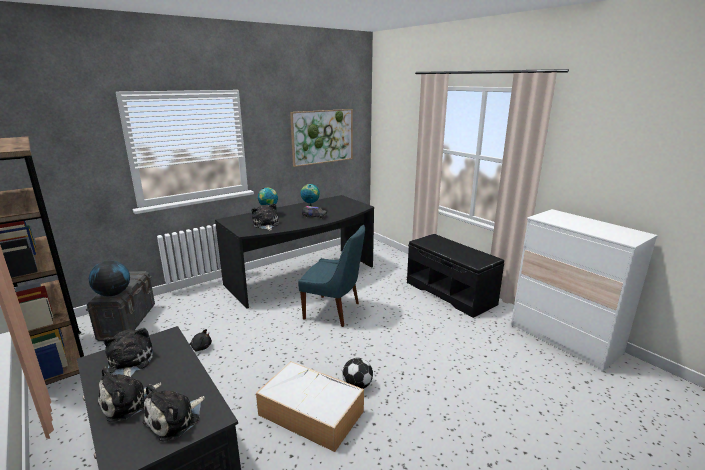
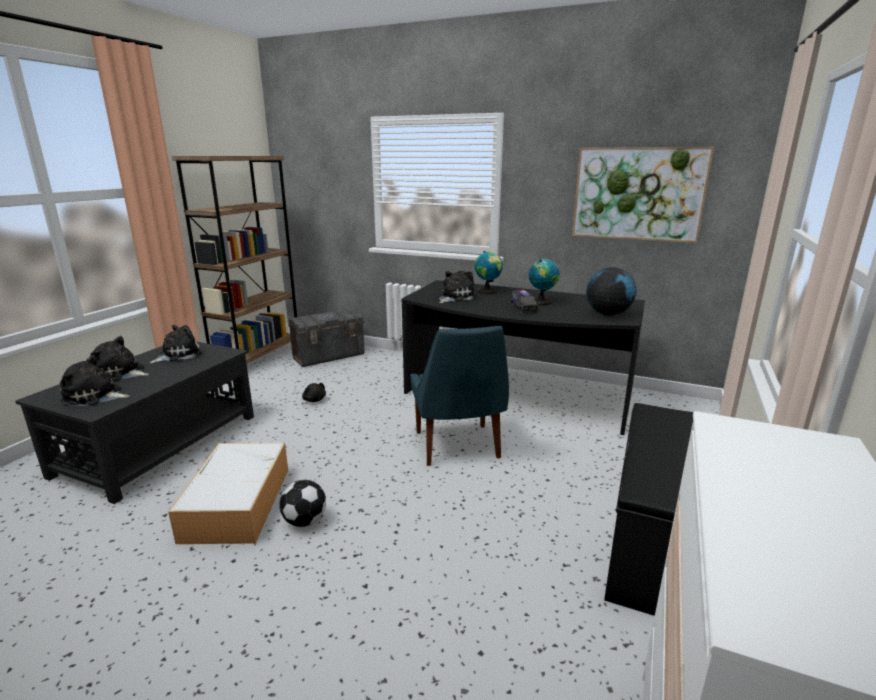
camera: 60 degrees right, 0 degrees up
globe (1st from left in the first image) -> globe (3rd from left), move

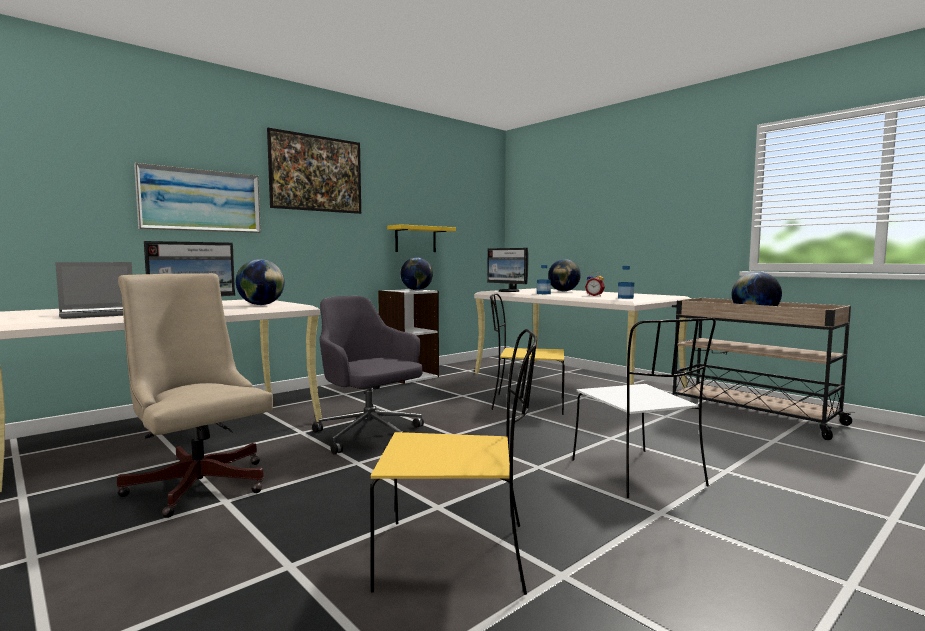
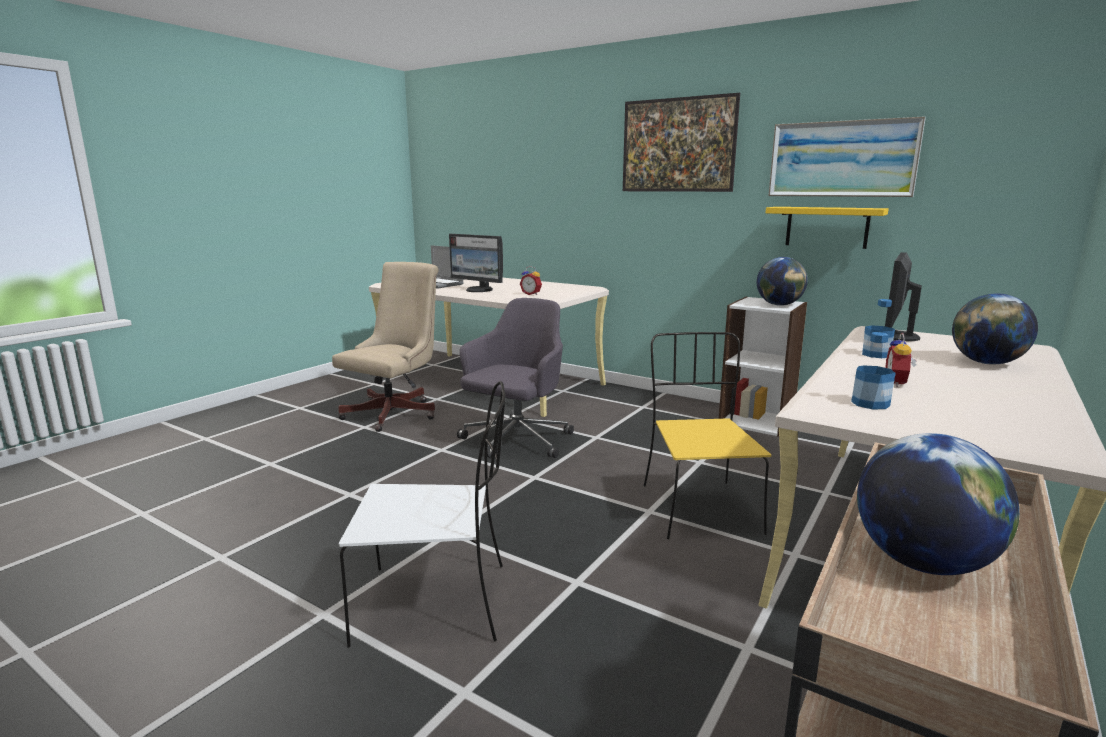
camera: 75 degrees right, 10 degrees up
chair (yellow) (1st from left) -> none
picture (1st from left in the first image) -> picture (2nd from left), move
globe (1st from left) -> alarm clock (1st from left)
chair (white), 150 degrees counterclockwise

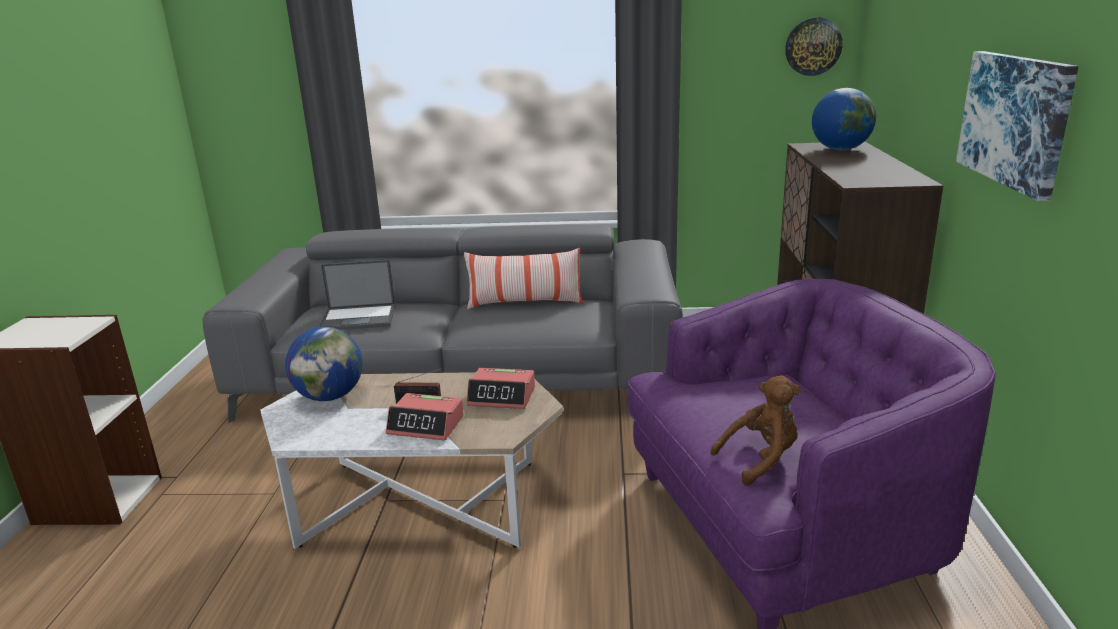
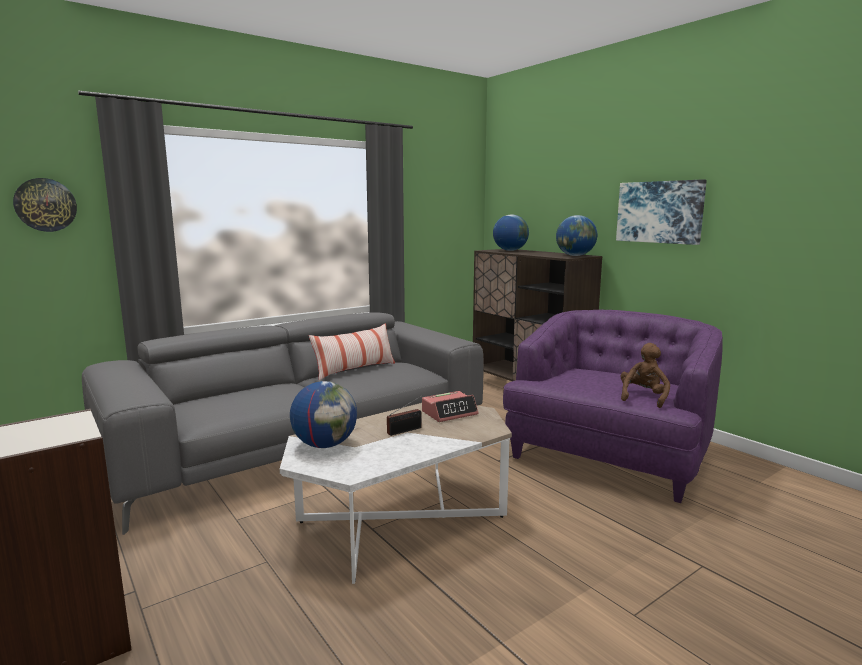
camera: 40 degrees left, 10 degrees down
laptop -> none
alarm clock (1st from left) -> none
none -> globe (3rd from left)
wall clock, move

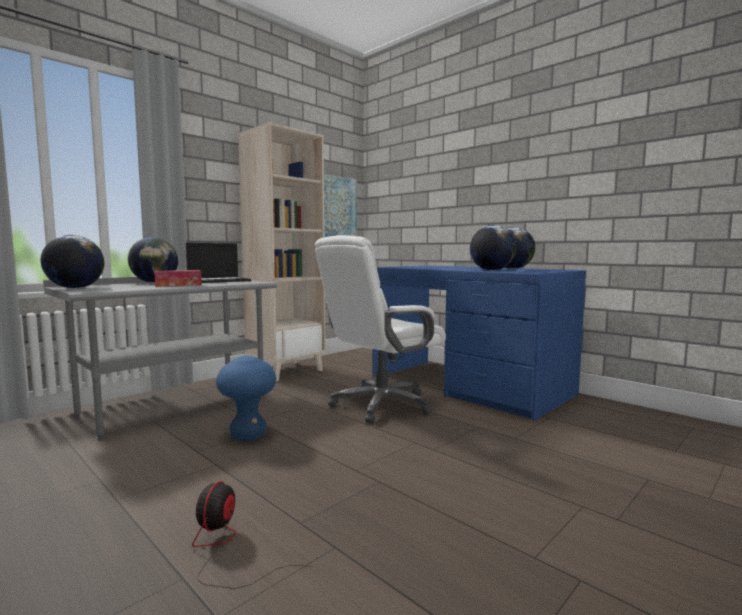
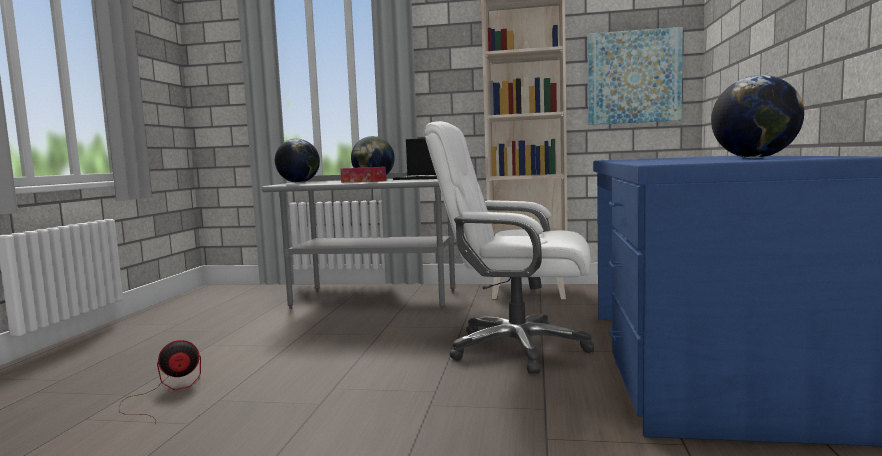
camera: 55 degrees right, 0 degrees up
stool (blue) -> none
globe (3rd from left) -> none

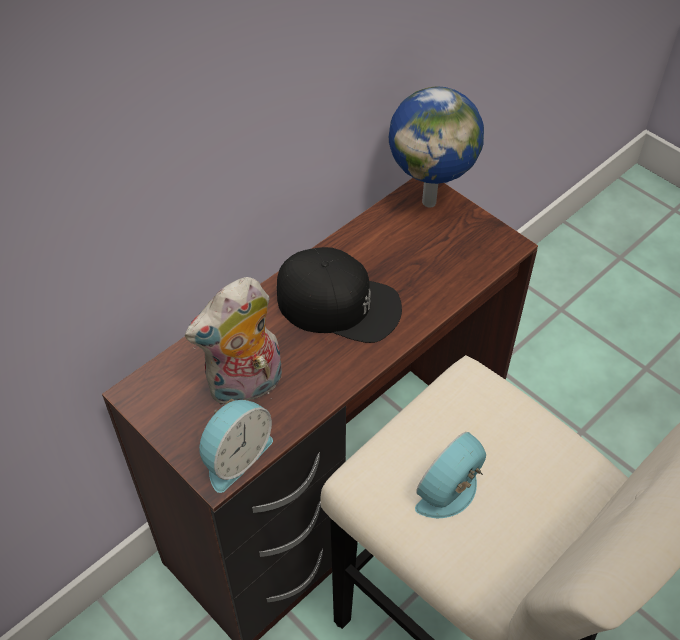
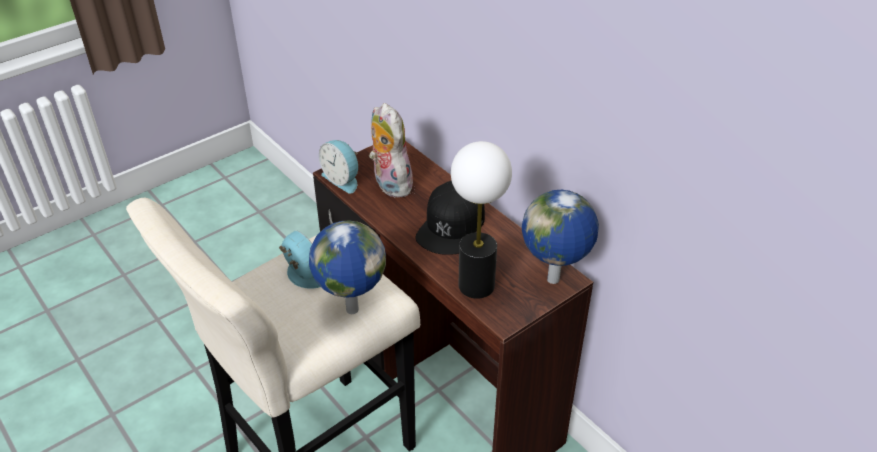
camera: 95 degrees right, 10 degrees down
none -> globe (1st from left)
none -> table lamp

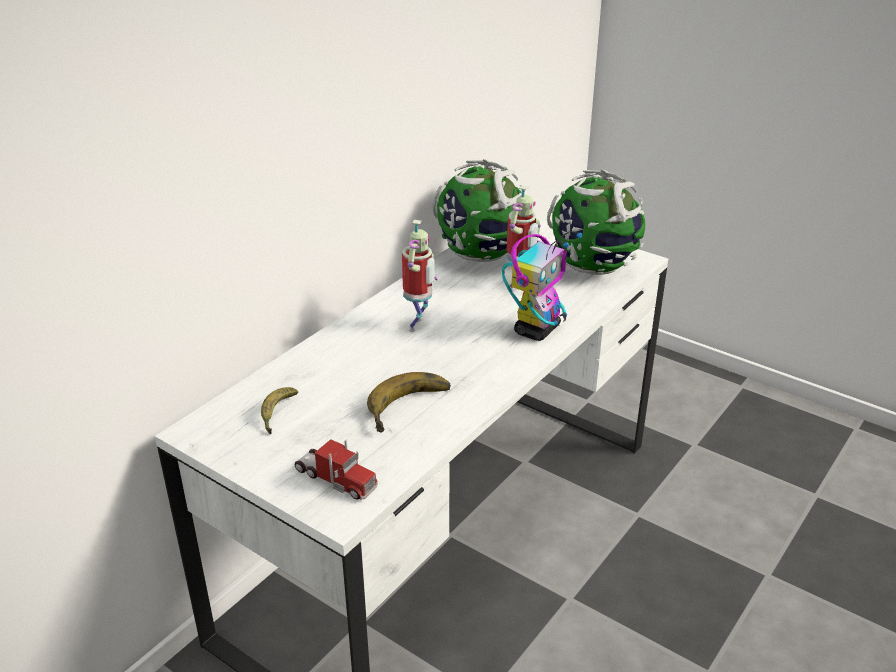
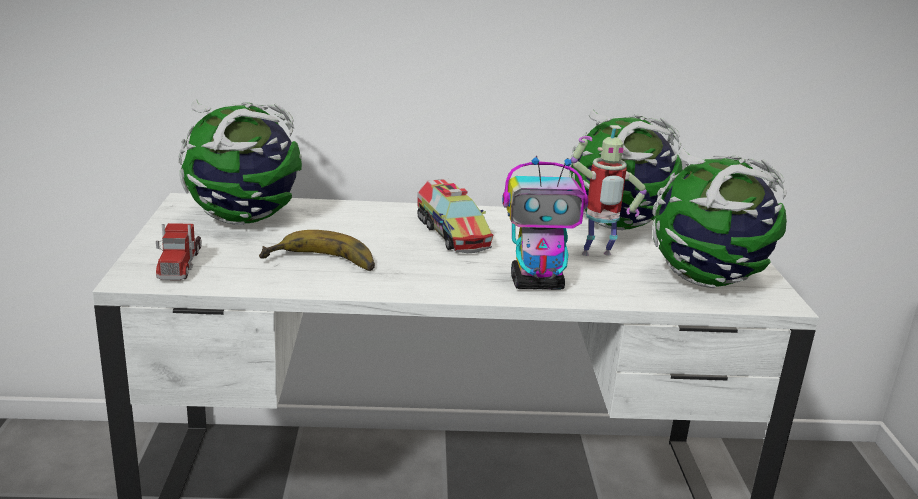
camera: 50 degrees right, 10 degrees down
banana (1st from left) -> globe (1st from left)
toy robot (1st from left) -> toy truck (2nd from left)

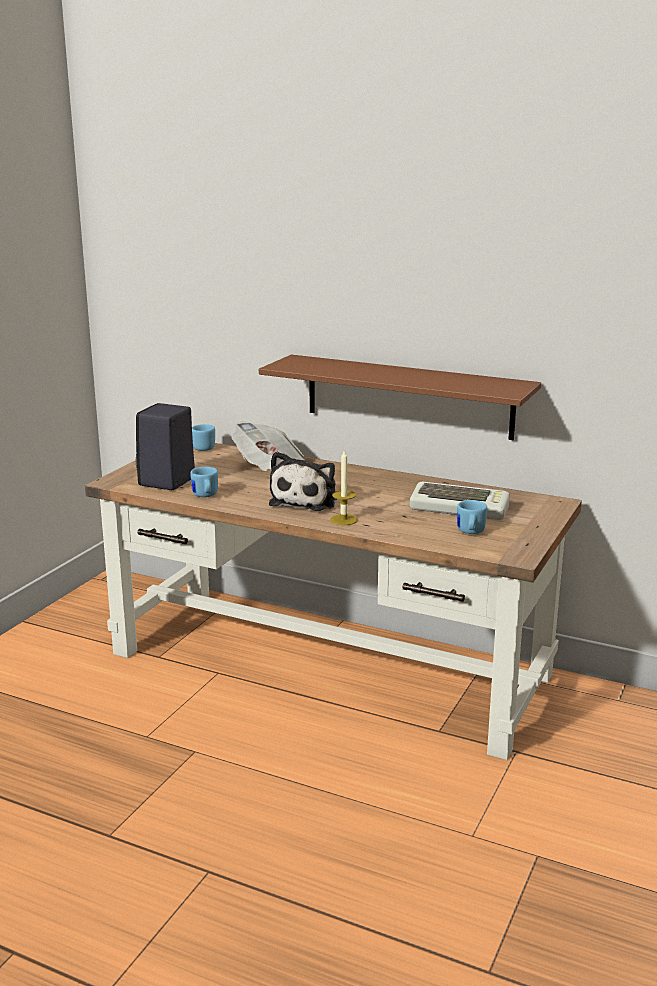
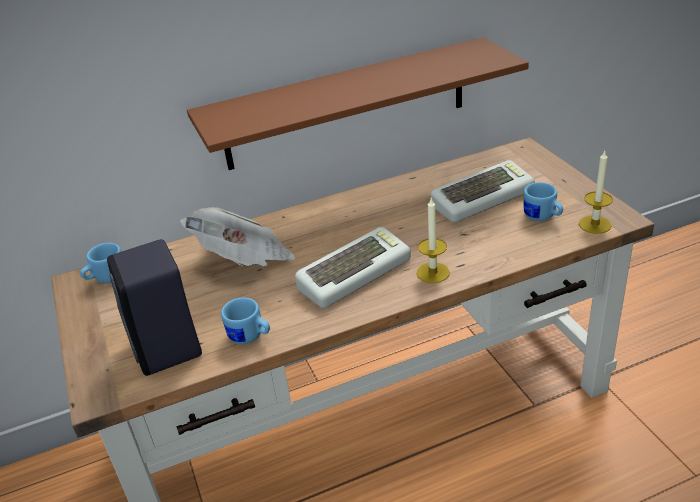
camera: 45 degrees left, 15 degrees up
none -> candle (2nd from left)
plush toy -> keyboard (1st from left)

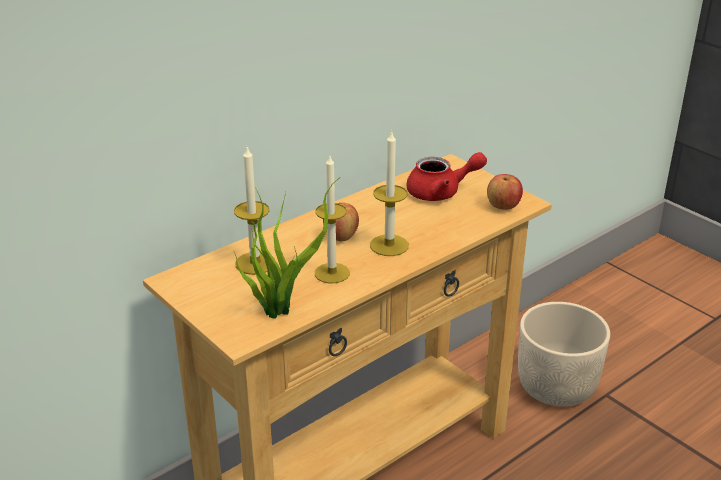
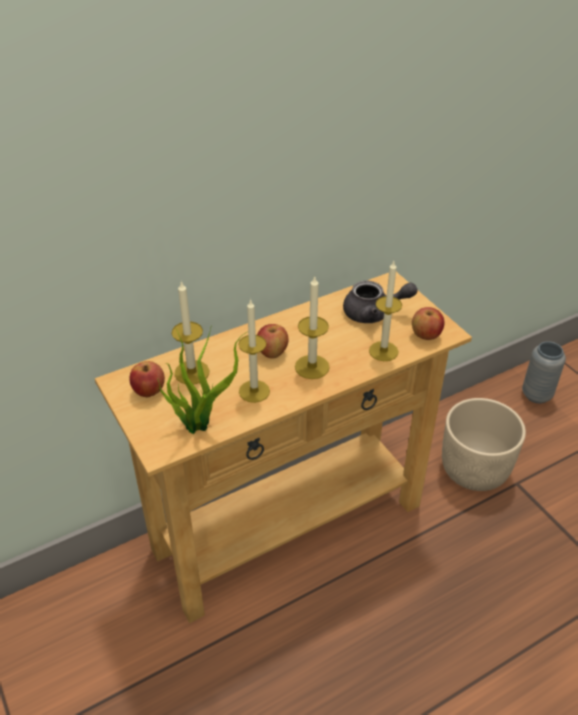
camera: 10 degrees right, 10 degrees up
none -> apple (1st from left)
none -> candle (4th from left)
none -> vase (grey)
teapot (red) -> teapot (grey)

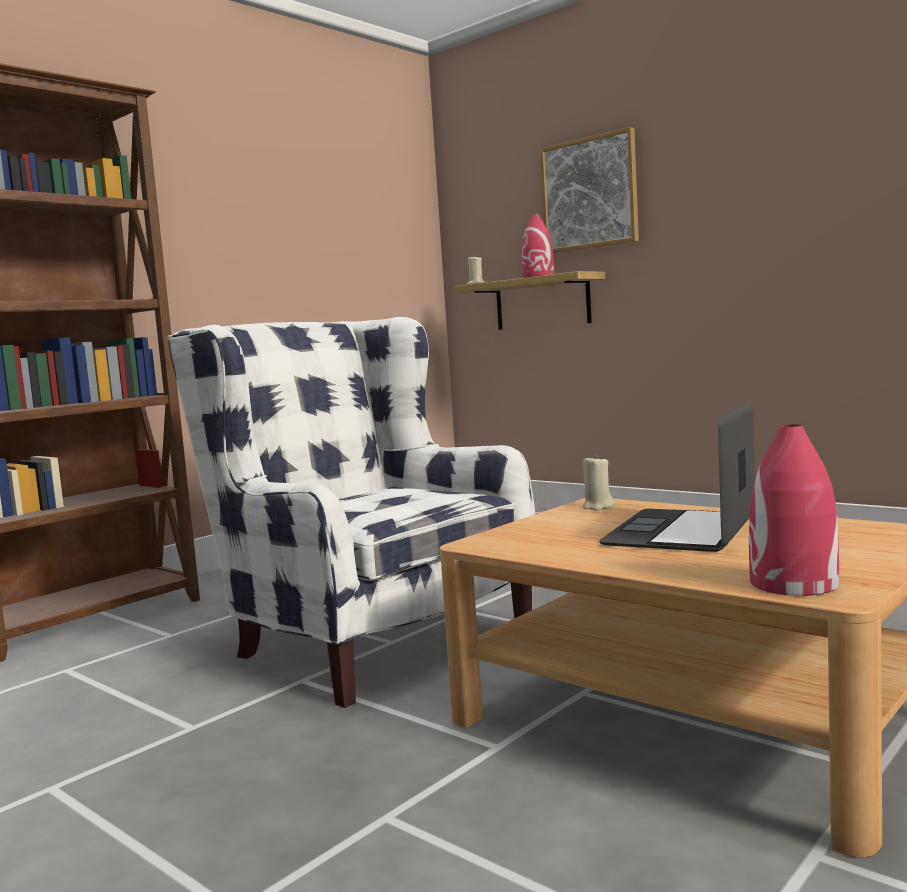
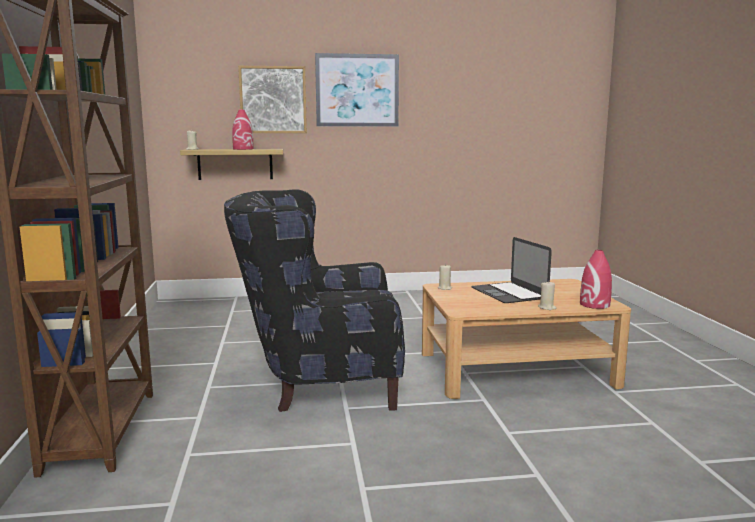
camera: 50 degrees left, 5 degrees up
none -> picture (2nd from left)
none -> candle (beige) (3rd from left)
armchair (white) -> armchair (black)

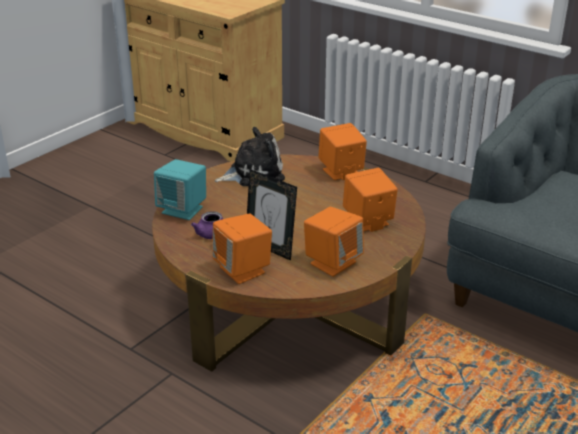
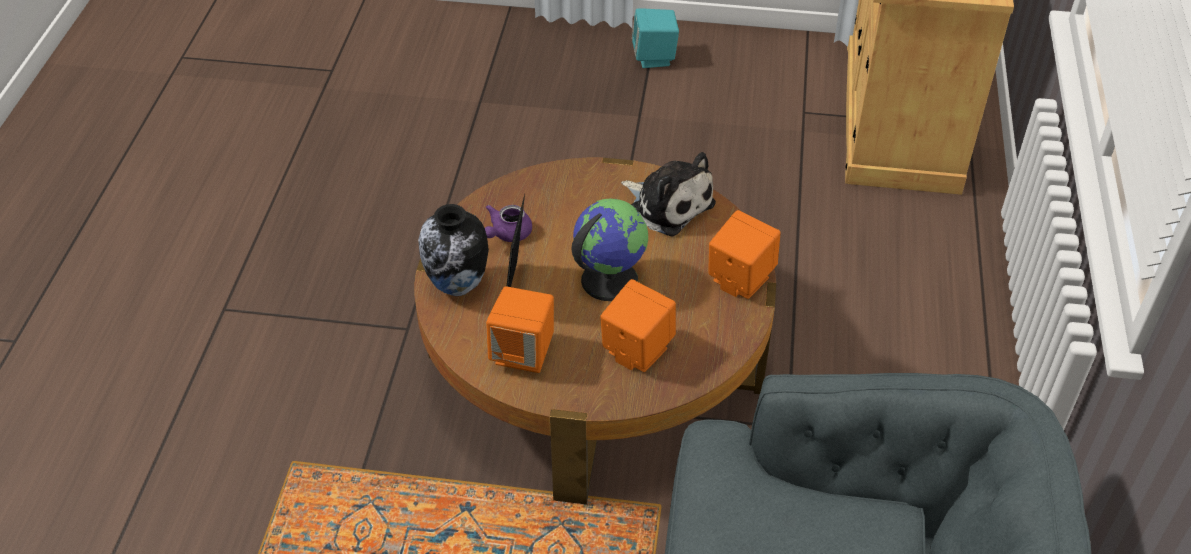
camera: 60 degrees right, 15 degrees up
none -> globe
speaker (turquoise), move
speaker (orange) (1st from left) -> vase

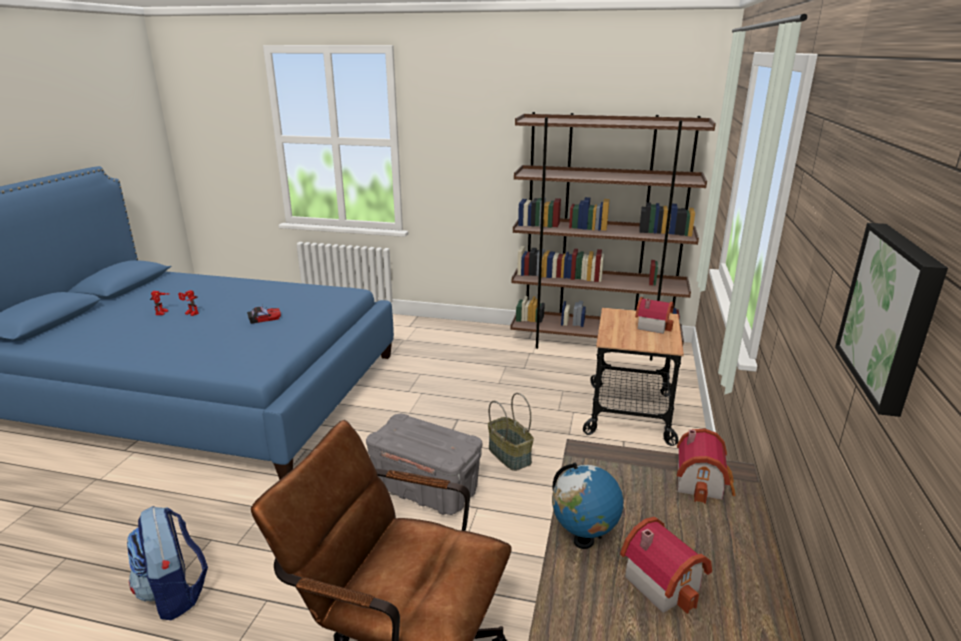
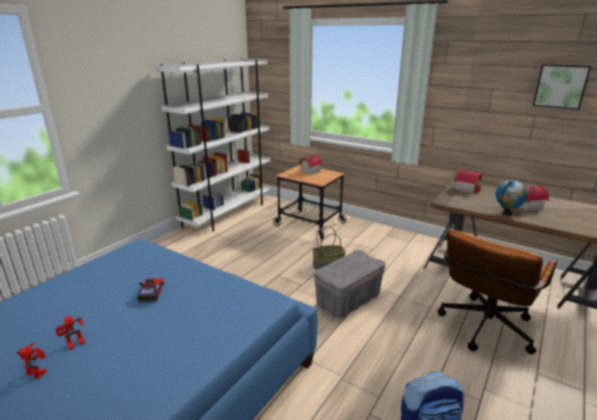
camera: 70 degrees left, 0 degrees up
bookcase (brown) -> bookcase (white)

